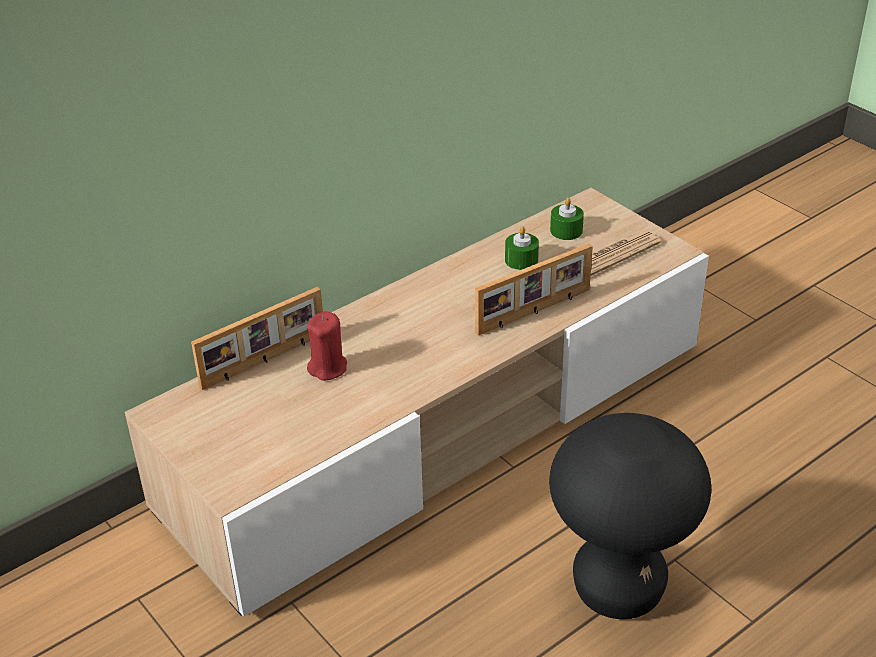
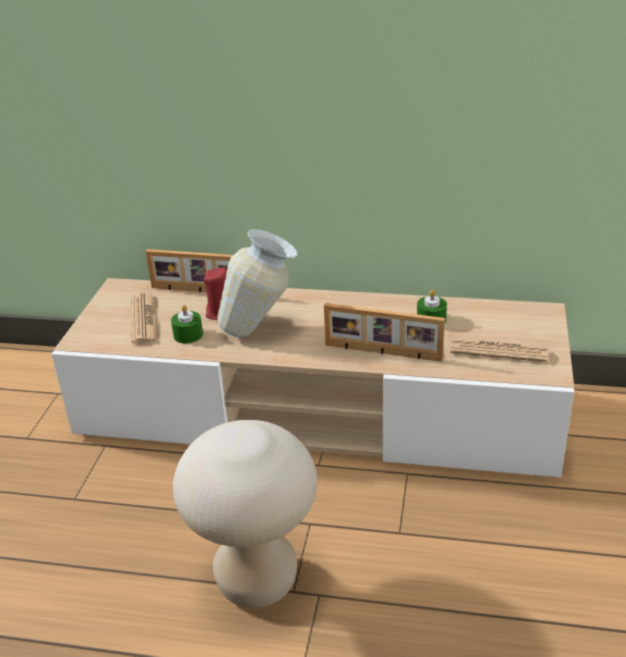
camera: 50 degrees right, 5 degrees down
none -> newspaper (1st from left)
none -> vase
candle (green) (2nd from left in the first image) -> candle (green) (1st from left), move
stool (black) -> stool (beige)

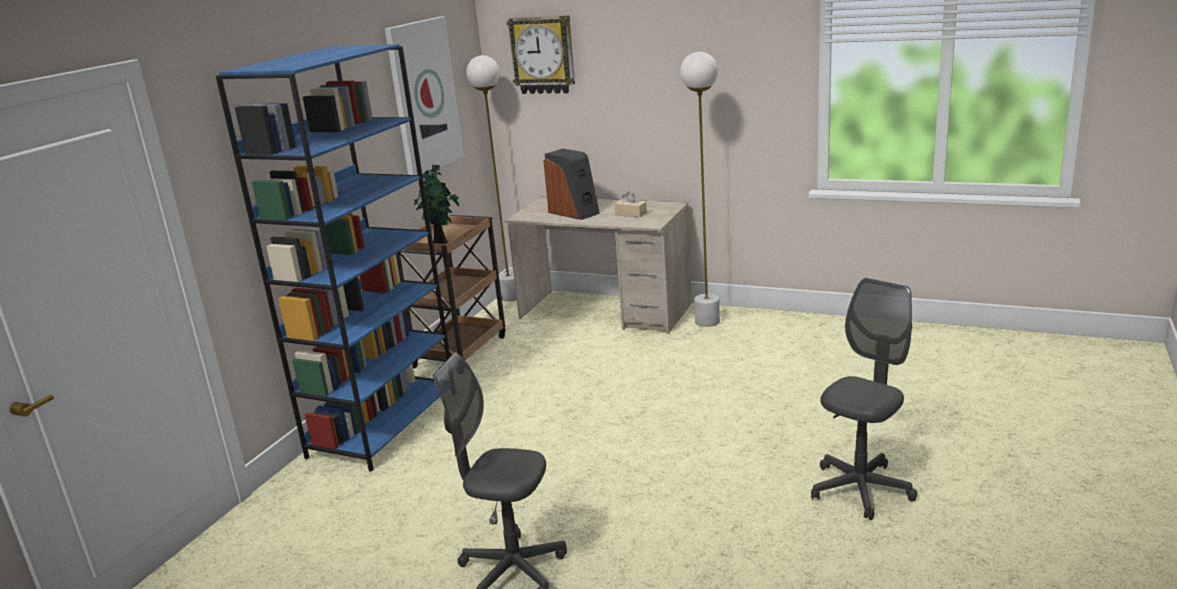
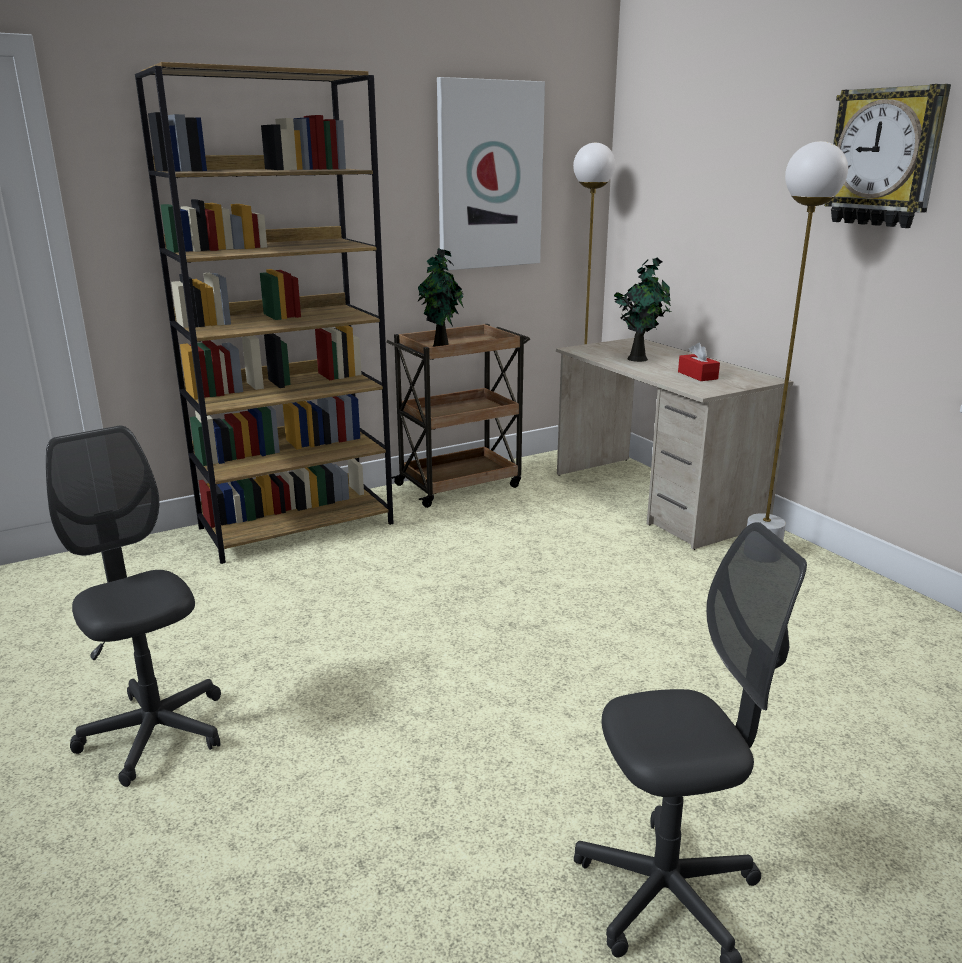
camera: 35 degrees right, 0 degrees up
wall clock, move
speaker -> potted plant (2nd from left)
bookcase (blue) -> bookcase (brown)
tissue box (beige) -> tissue box (red)

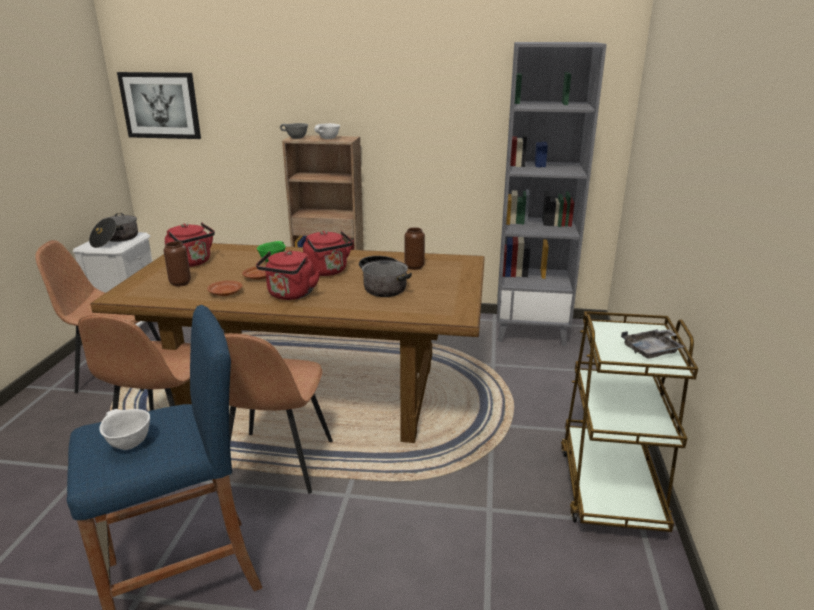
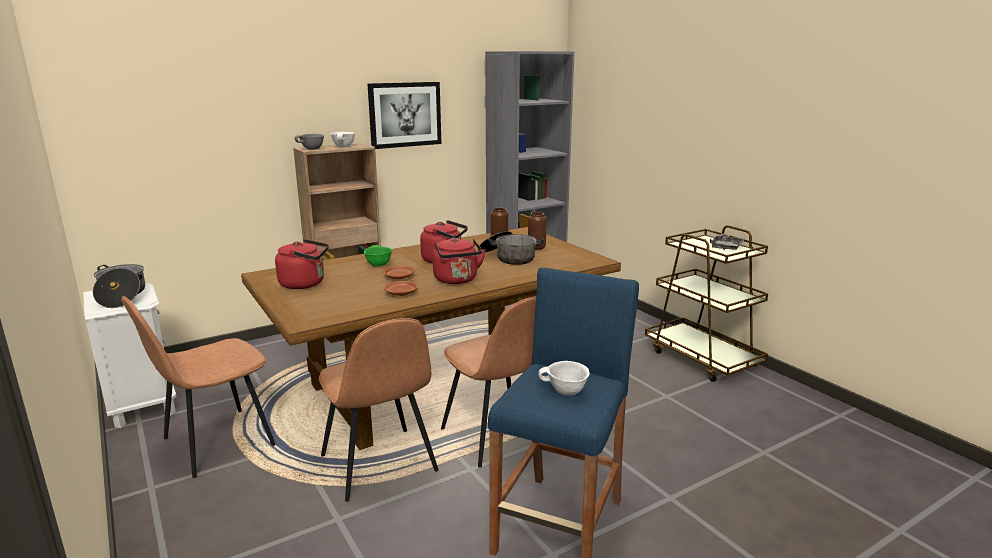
camera: 40 degrees left, 5 degrees down
picture, move
vase (brown) (1st from left in the first image) -> vase (brown) (2nd from left), move

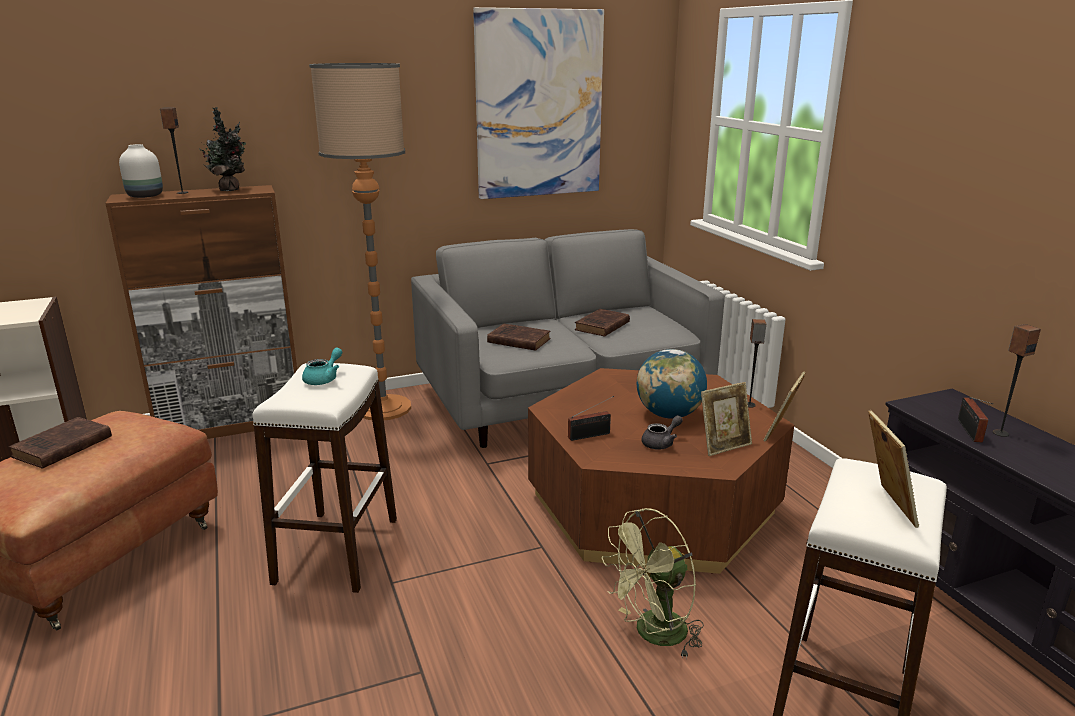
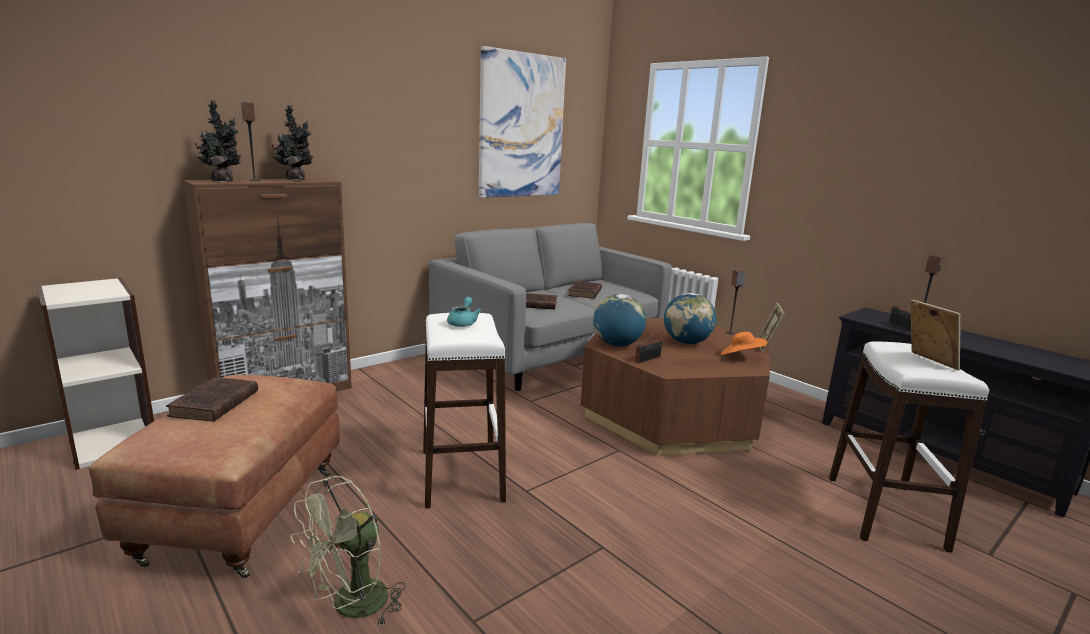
camera: 20 degrees left, 5 degrees down
floor lamp -> none
teapot (grey) -> none
none -> globe (1st from left)
fan (green), move
vase (white) -> potted plant (1st from left)
picture frame (1st from left) -> hat (orange)

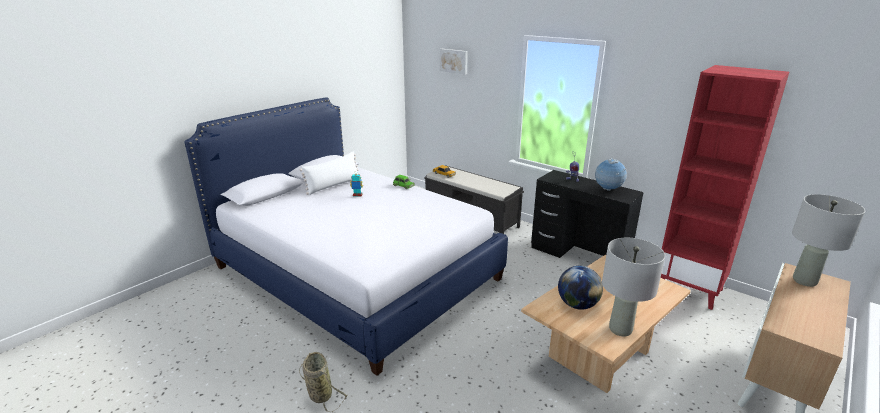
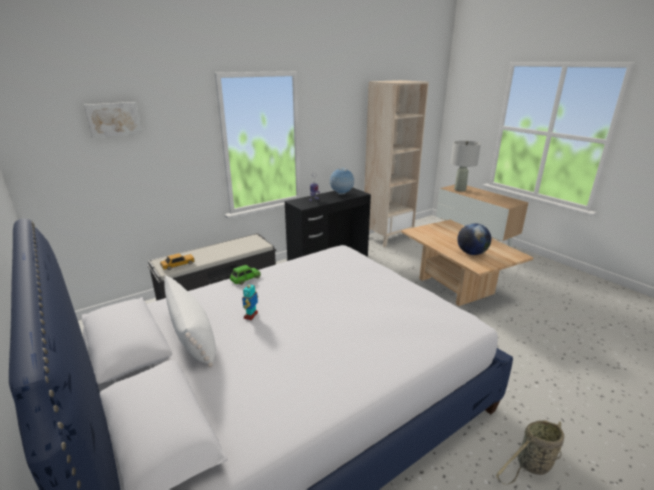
camera: 75 degrees left, 0 degrees up
table lamp (grey) (1st from left) -> none
bookcase (red) -> bookcase (beige)

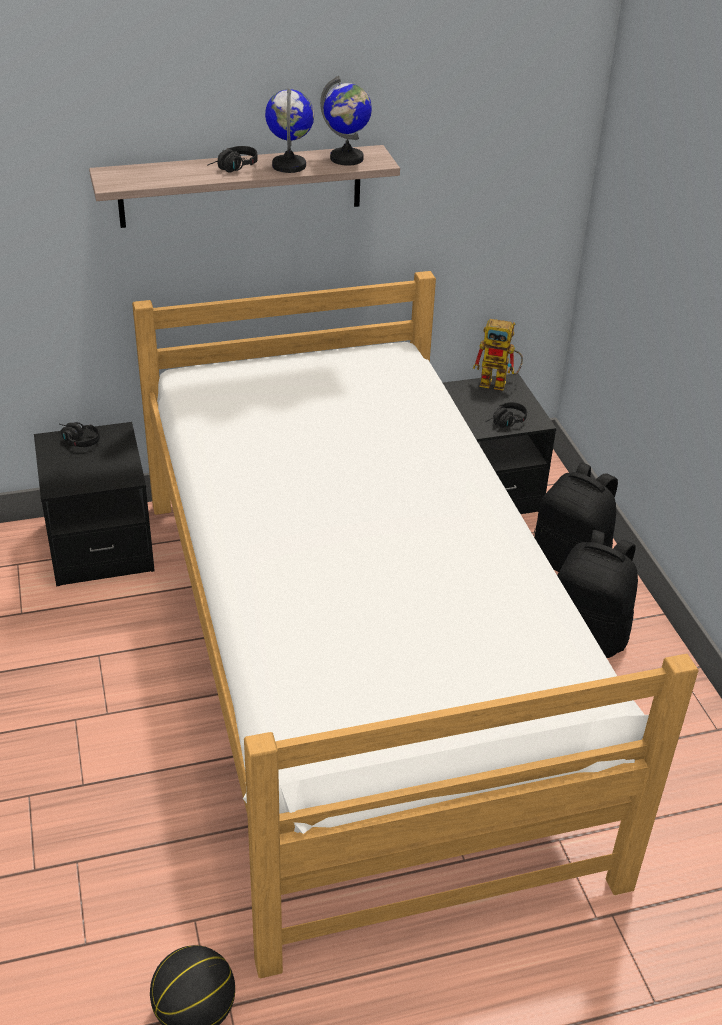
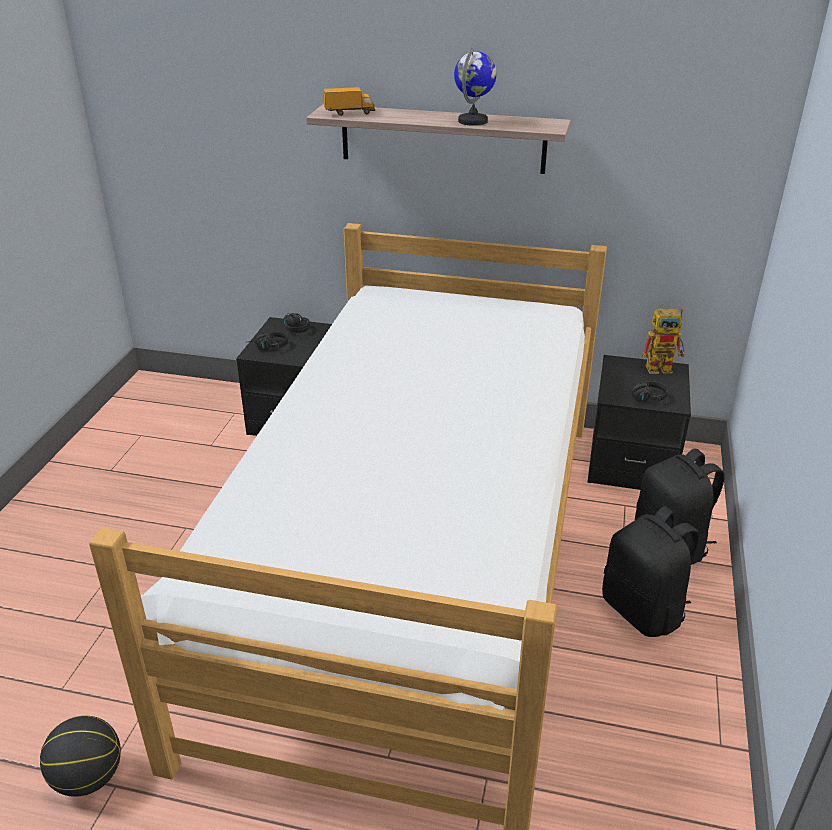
camera: 30 degrees right, 5 degrees down
globe (2nd from left) -> none
none -> toy truck
headphones (black) (2nd from left in the first image) -> headphones (black) (1st from left), move
toy robot, 45 degrees counterclockwise

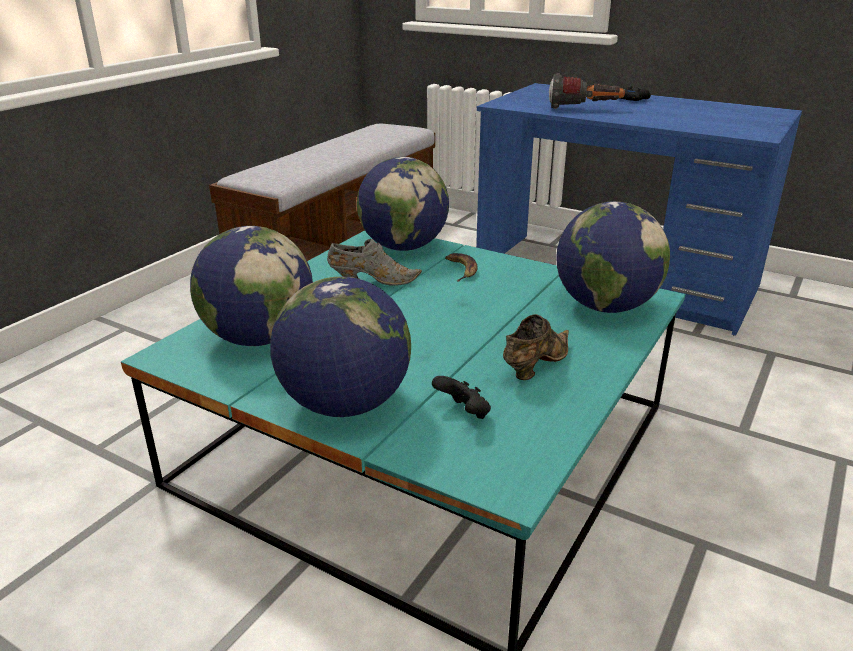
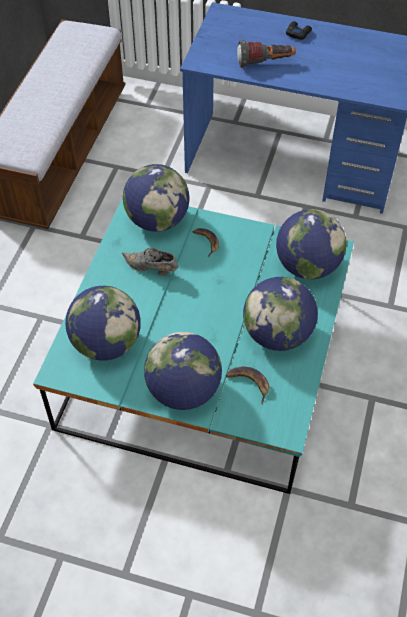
camera: 15 degrees left, 25 degrees up
game controller (black) (1st from left) -> banana (2nd from left)
shoe (brown) -> globe (4th from left)
shoe (grey), 135 degrees counterclockwise

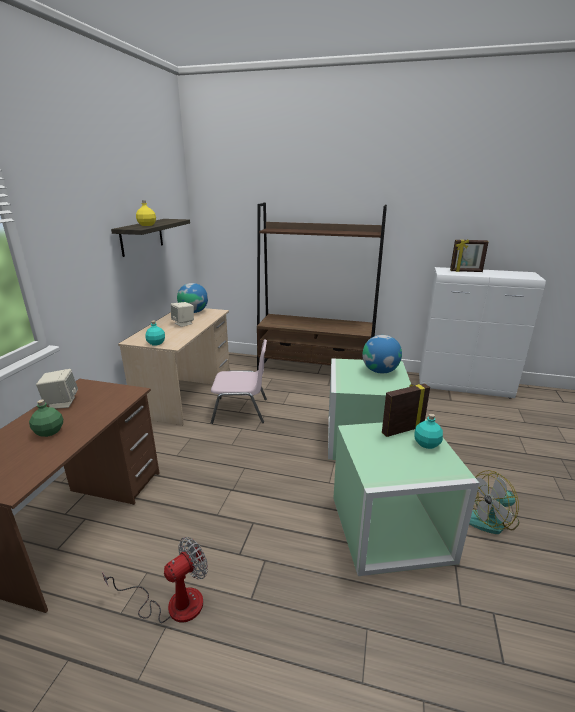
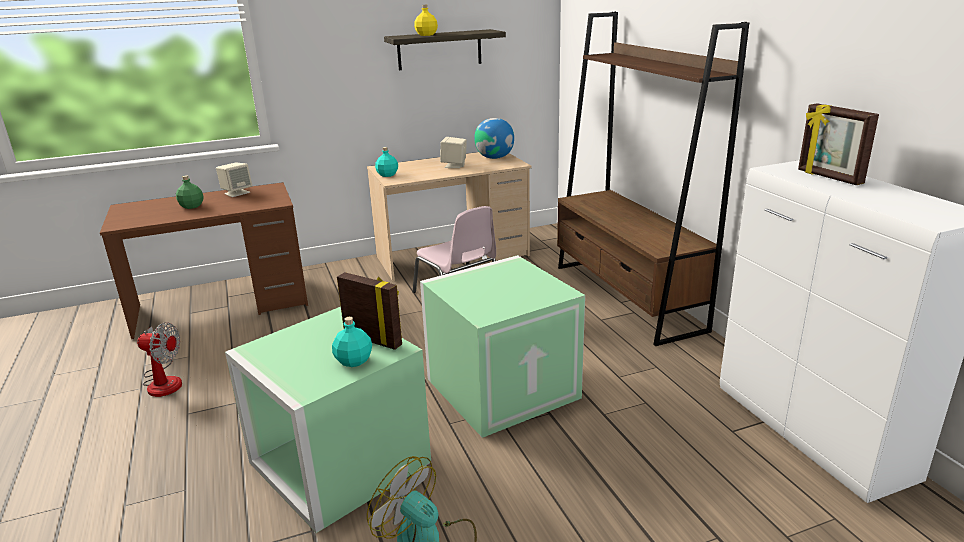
camera: 55 degrees right, 0 degrees up
globe (2nd from left) -> none

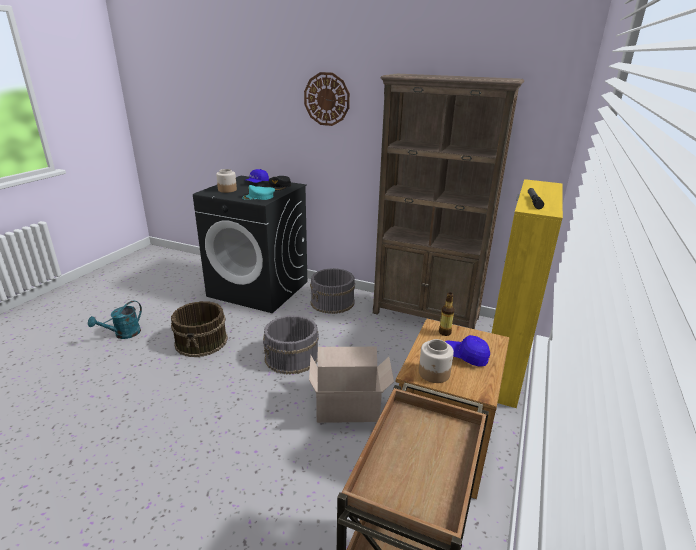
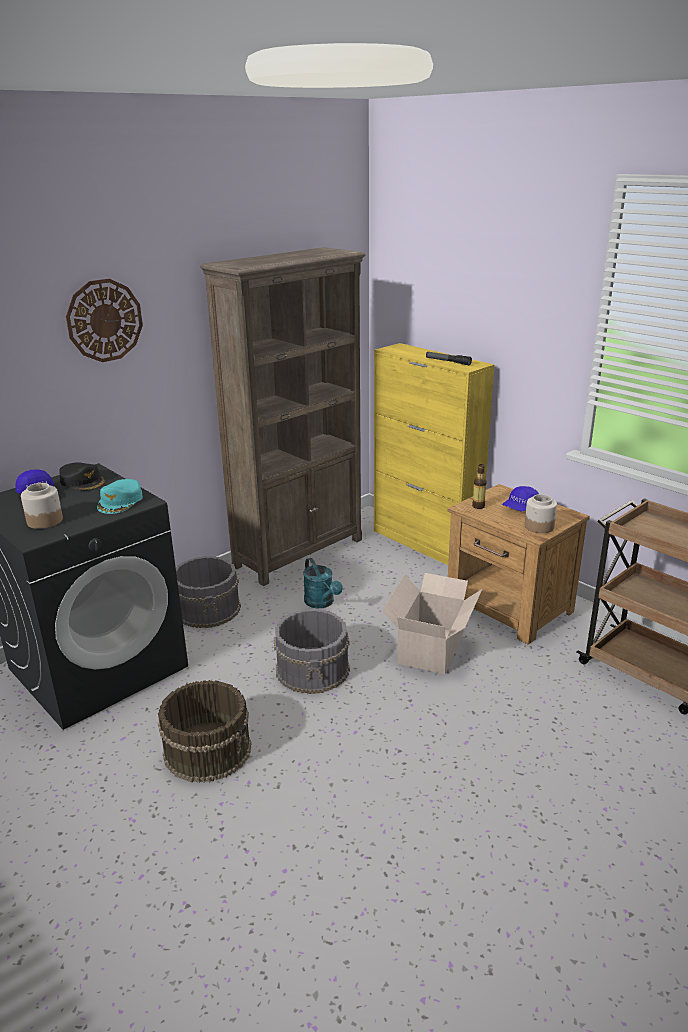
camera: 65 degrees left, 0 degrees up
watering can (turquoise), move

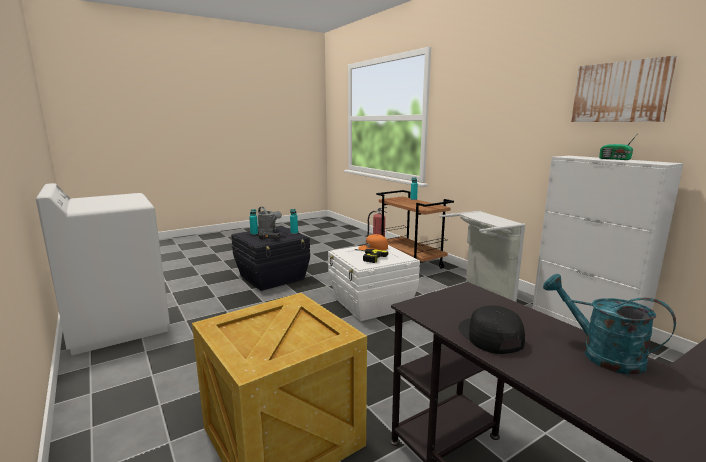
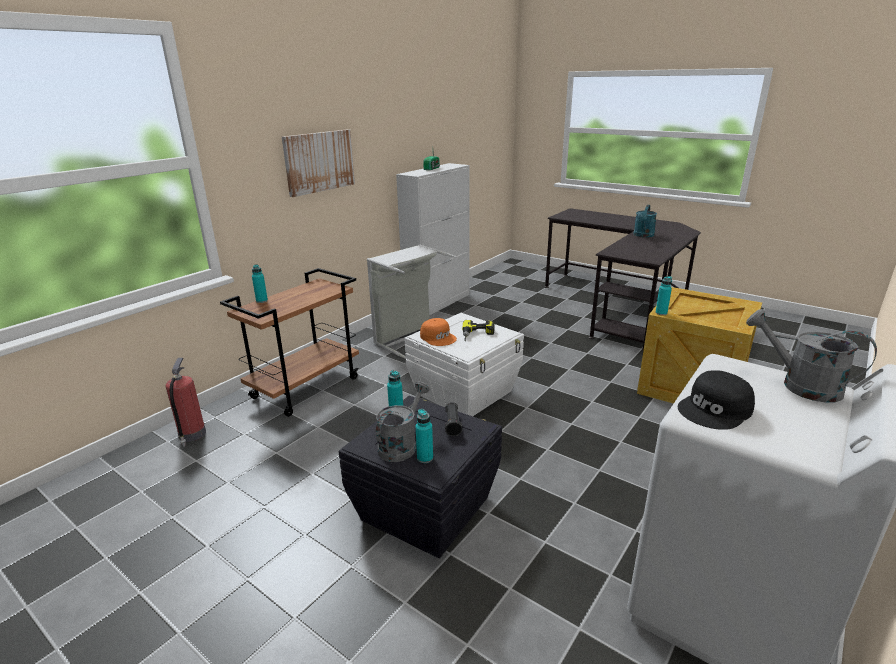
camera: 110 degrees left, 10 degrees up
none -> bottle (turquoise) (4th from left)
none -> watering can (grey) (2nd from left)
cap (black), move
picture, move

